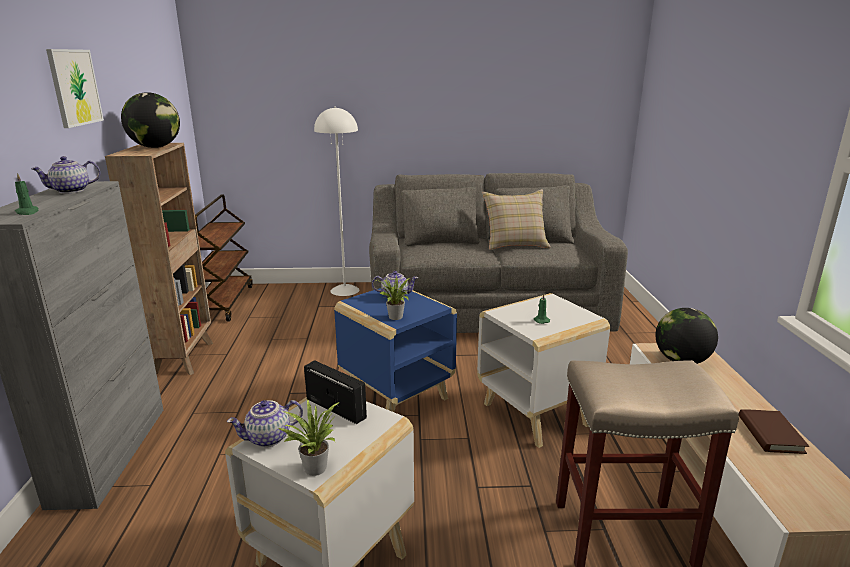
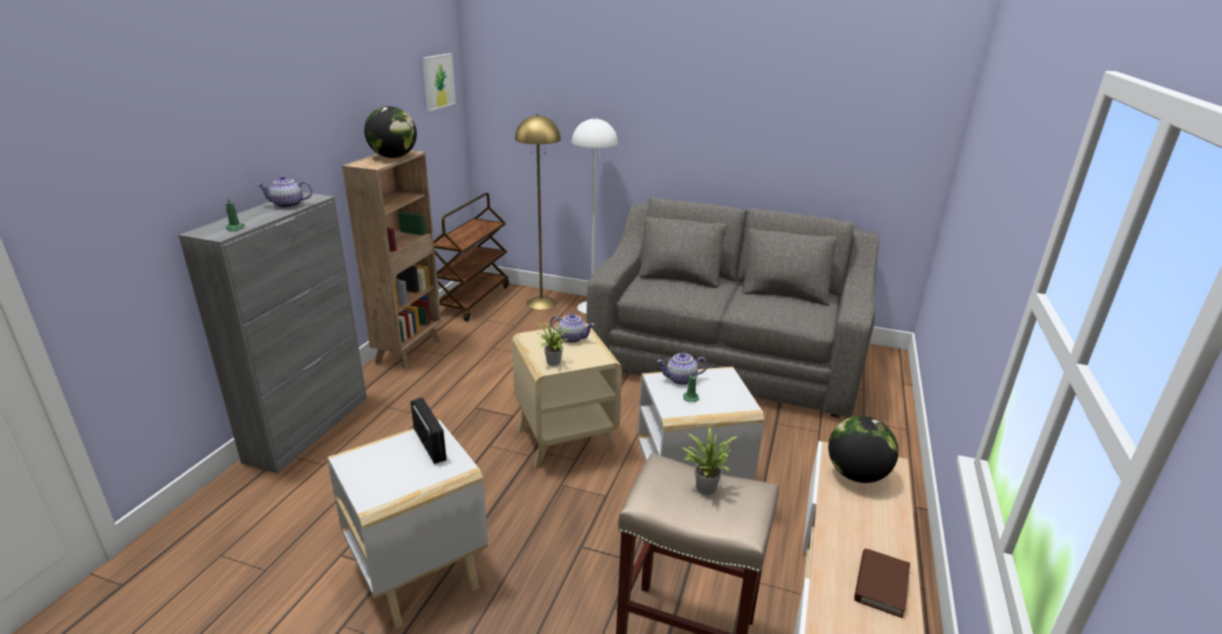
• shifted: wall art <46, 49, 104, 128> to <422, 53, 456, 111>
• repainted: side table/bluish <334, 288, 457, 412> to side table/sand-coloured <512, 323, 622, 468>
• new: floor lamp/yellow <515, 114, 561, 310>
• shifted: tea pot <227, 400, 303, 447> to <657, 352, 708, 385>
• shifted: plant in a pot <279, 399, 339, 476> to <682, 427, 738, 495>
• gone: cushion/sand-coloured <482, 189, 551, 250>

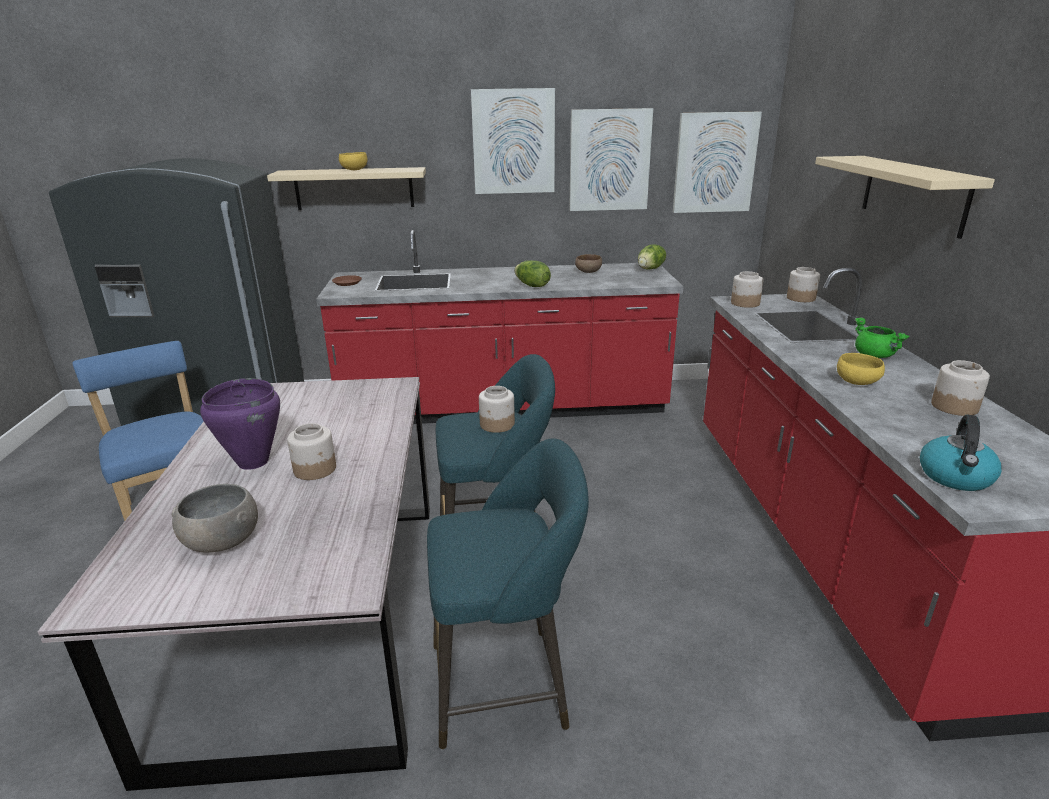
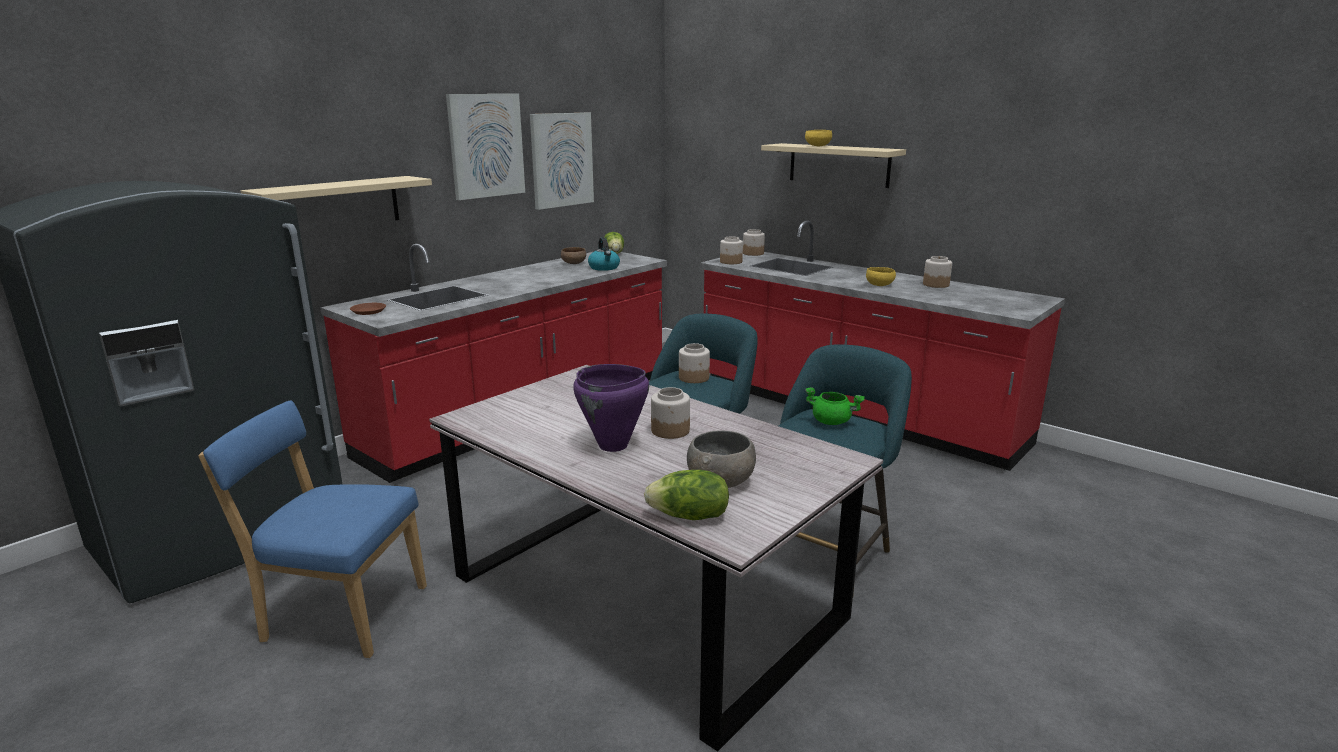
• shifted: tea kettle <920, 415, 1001, 491> to <588, 237, 620, 271>
• shifted: lettuce <514, 260, 551, 287> to <644, 470, 729, 520>
• shifted: bowl/yellow <339, 152, 368, 170> to <805, 130, 832, 146>
• shifted: saucepot/green-coloured <855, 317, 909, 358> to <805, 387, 865, 425>
• gone: wall art <673, 112, 762, 213>

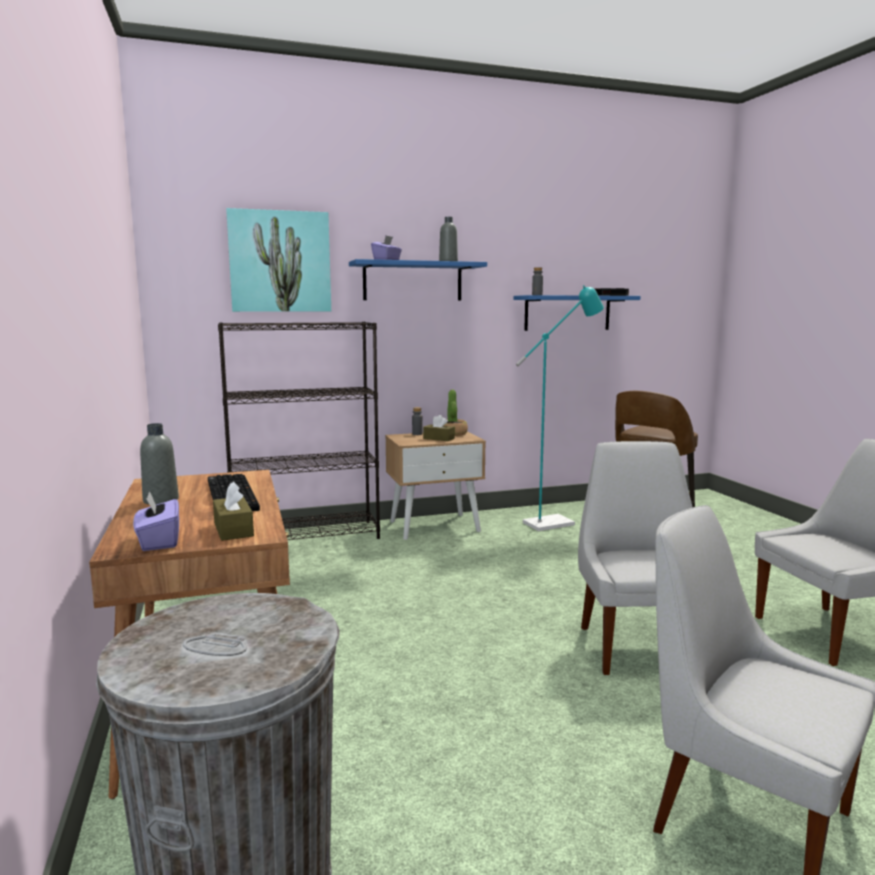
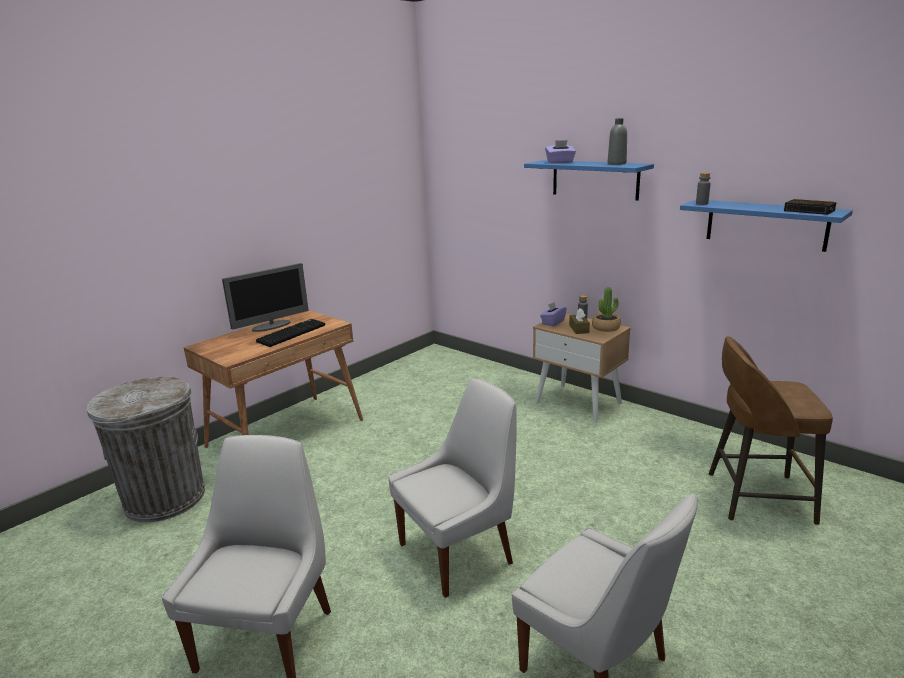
• swapped: beverage bottle/gray <140, 423, 179, 505> to monitor <222, 263, 309, 332>
• shifted: tissue holder/purple-coloured <133, 491, 179, 551> to <540, 302, 567, 326>
• gone: tissue holder/brown <213, 482, 254, 541>
• gone: bookcase/black <218, 322, 380, 540>
• gone: wall art <226, 208, 331, 312>
• gone: floor lamp/turquoise <516, 285, 604, 531>

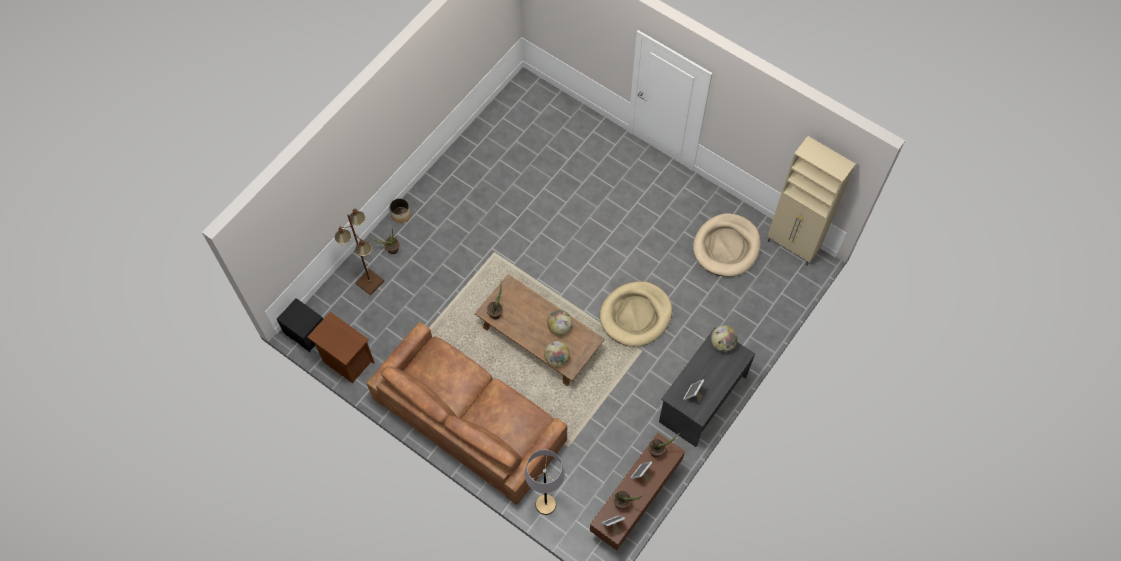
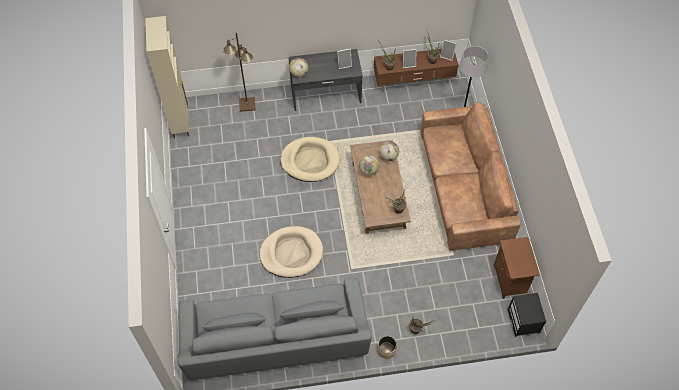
• new: sofa/gray <177, 278, 372, 380>
• shifted: floor lamp/brown <335, 209, 384, 295> to <223, 32, 256, 112>
• shifted: dog cushion/sand-coloured <693, 213, 761, 277> to <259, 226, 323, 278>

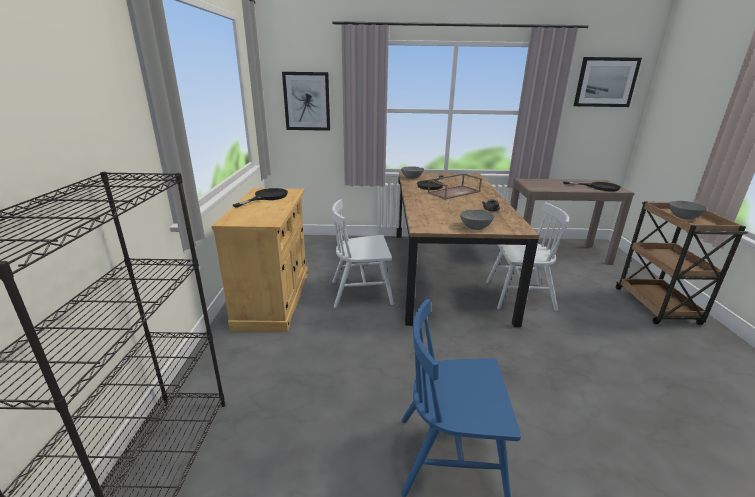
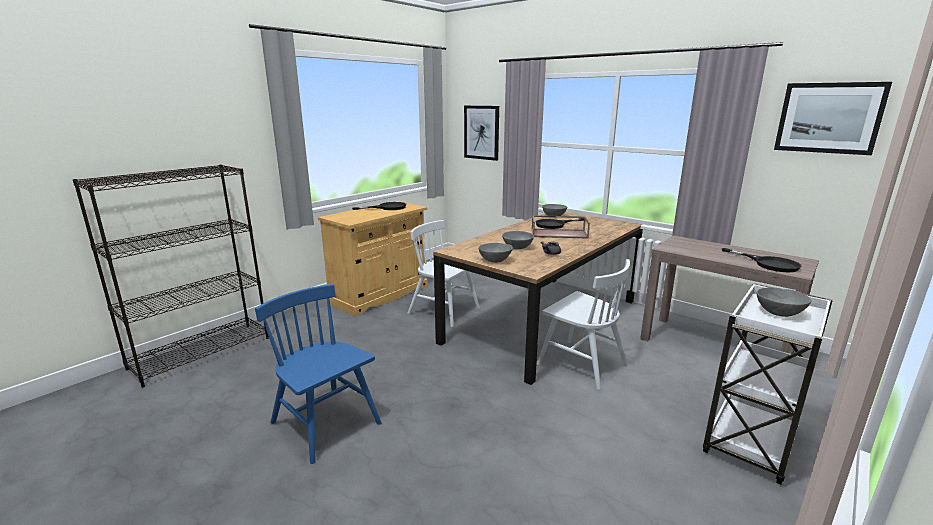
• new: bowl/gray <502, 231, 534, 249>
• repainted: wheeled cart/brown <616, 201, 748, 325> to wheeled cart/whitish <703, 283, 833, 485>

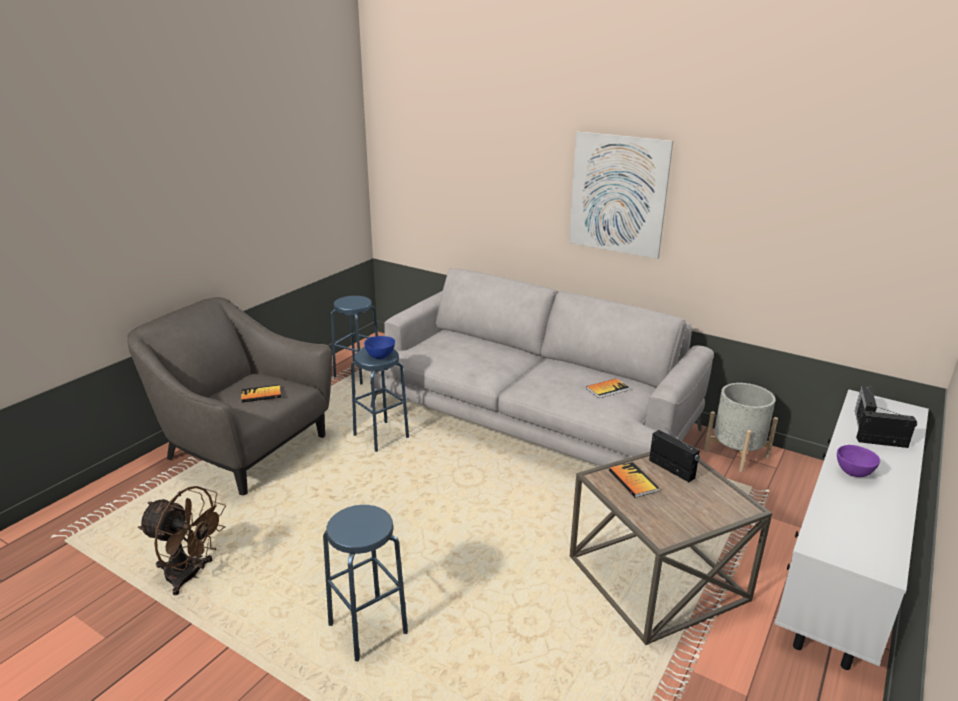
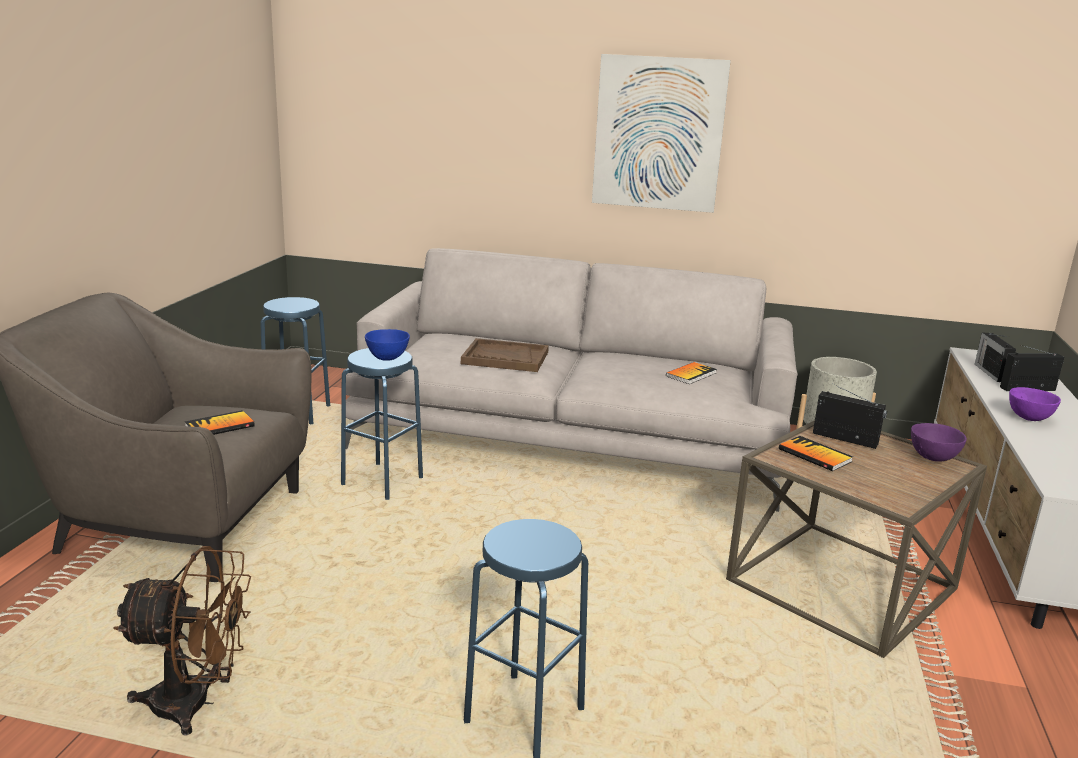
• new: tray/brown <461, 338, 549, 372>
• new: bowl/purple-coloured <911, 423, 967, 462>

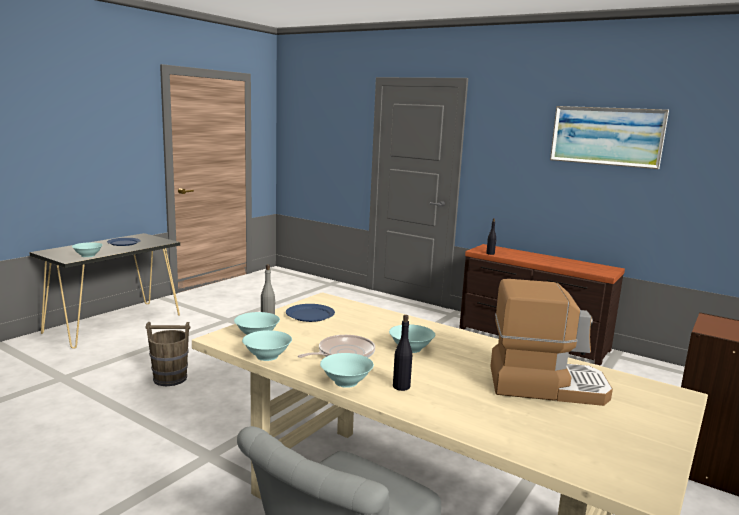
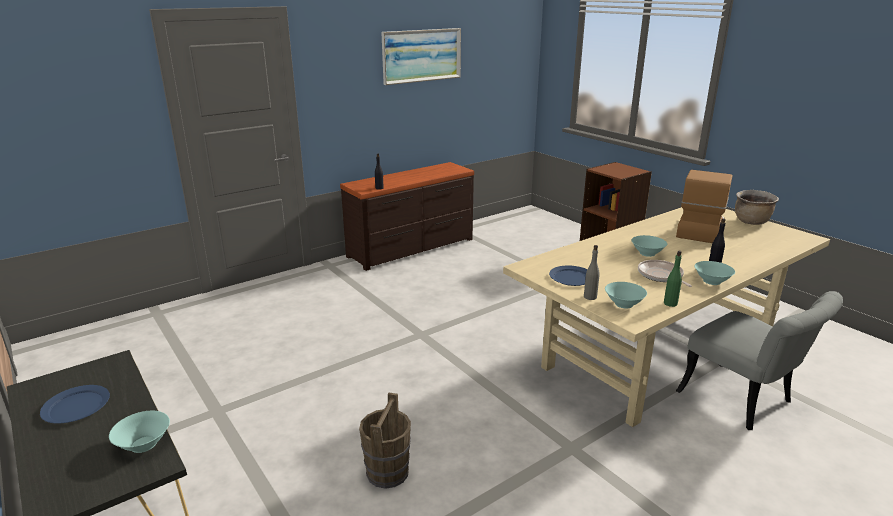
• swapped: bowl/turquoise <242, 330, 292, 361> to beverage bottle/green-coloured <664, 251, 682, 307>
• new: saucepot/brown <735, 190, 779, 225>

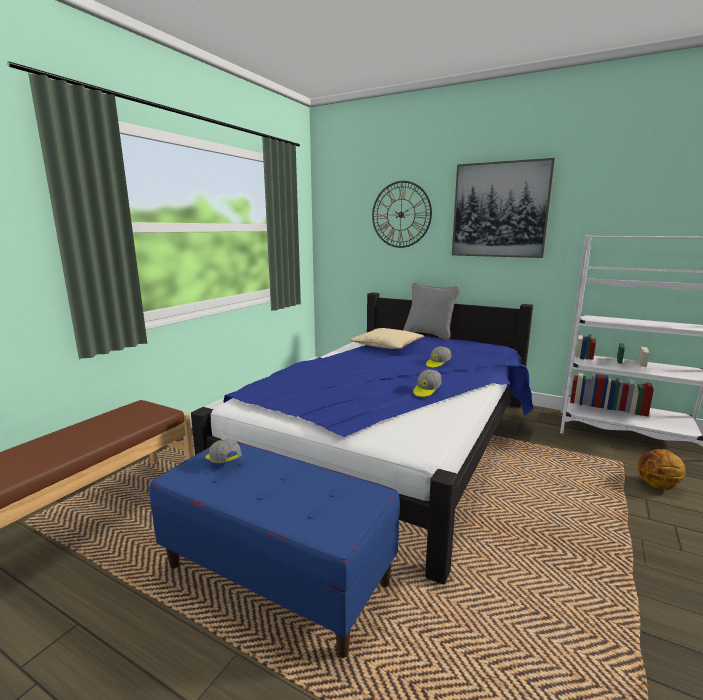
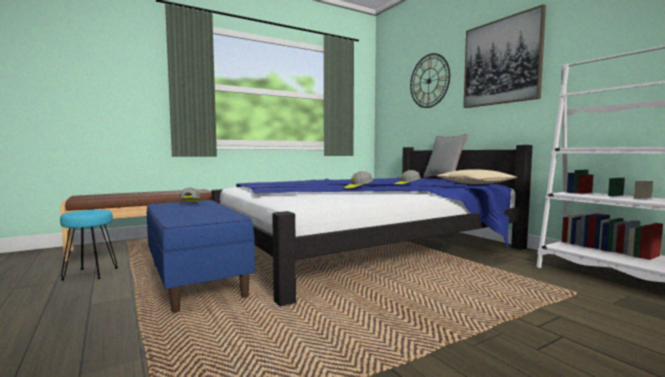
• new: sitting stool/turquoise <60, 210, 118, 281>
• shifted: cushion/sand-coloured <350, 328, 424, 349> to <437, 169, 517, 184>
• gone: basketball <638, 449, 686, 490>

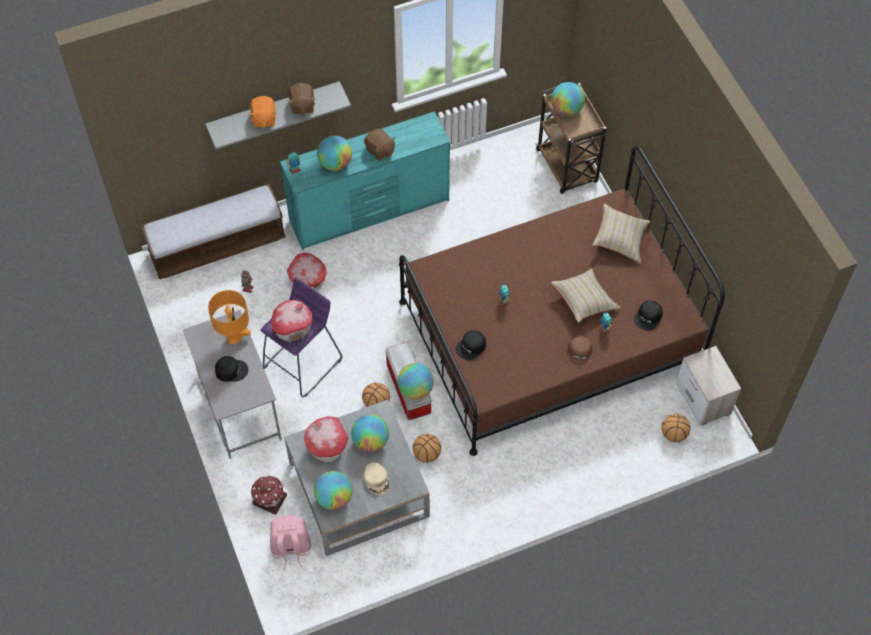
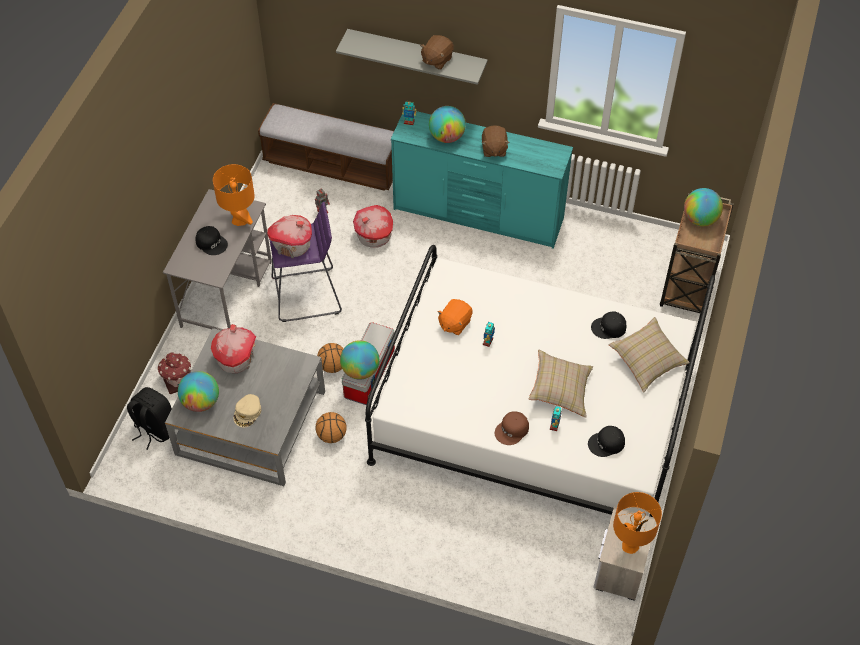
• repainted: knapsack/pinkish <270, 516, 311, 570> to knapsack/black <127, 387, 172, 450>
• repainted: bed/brown <399, 146, 725, 456> to bed/whitish <365, 245, 715, 517>
• shifted: cuddly toy/orange <249, 96, 276, 128> to <437, 299, 473, 335>
• shifted: baseball cap/black <456, 330, 486, 360> to <591, 311, 626, 339>
• new: table lamp/orange <613, 492, 662, 554>
• gone: world globe <351, 414, 389, 452>
• gone: basketball <661, 414, 690, 442>

